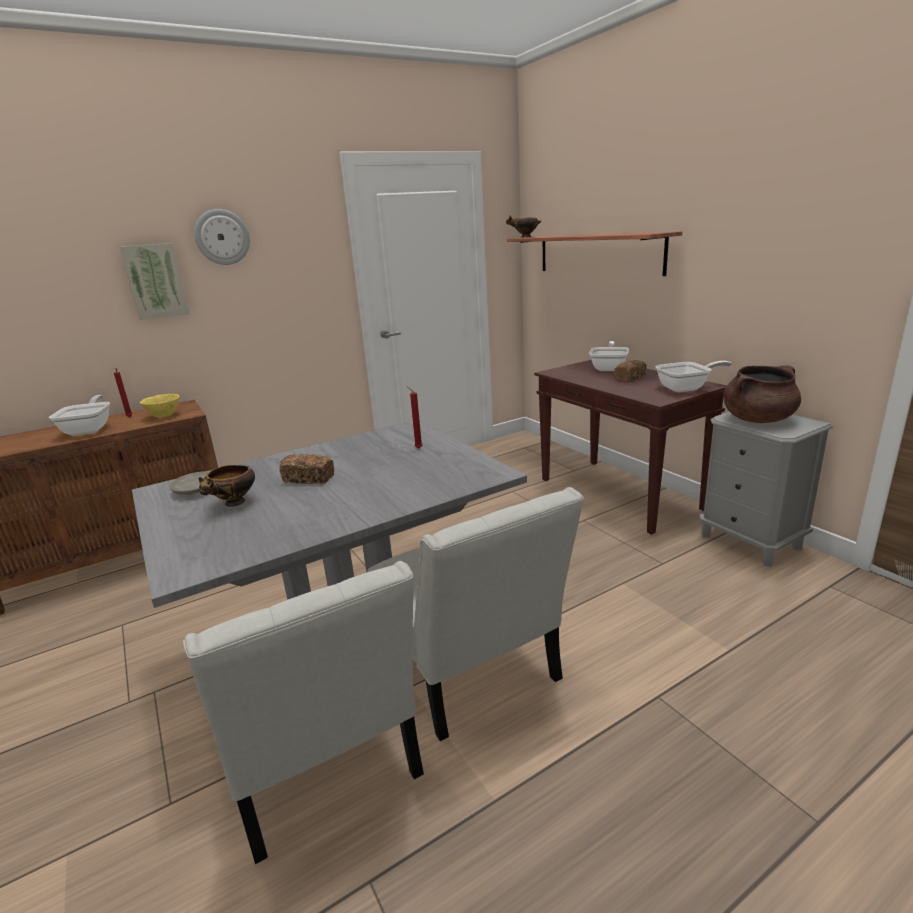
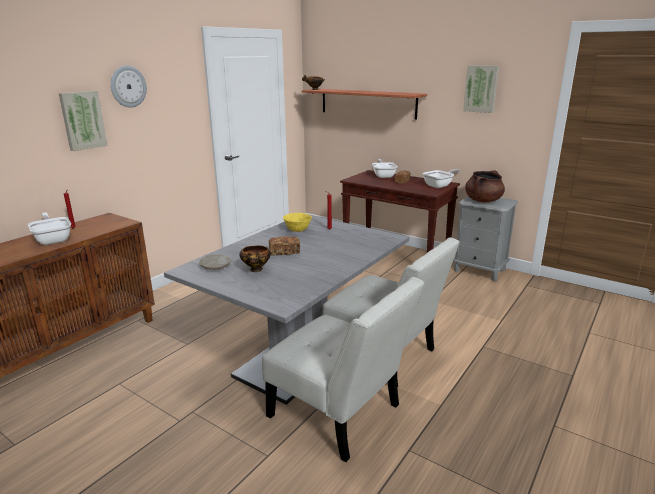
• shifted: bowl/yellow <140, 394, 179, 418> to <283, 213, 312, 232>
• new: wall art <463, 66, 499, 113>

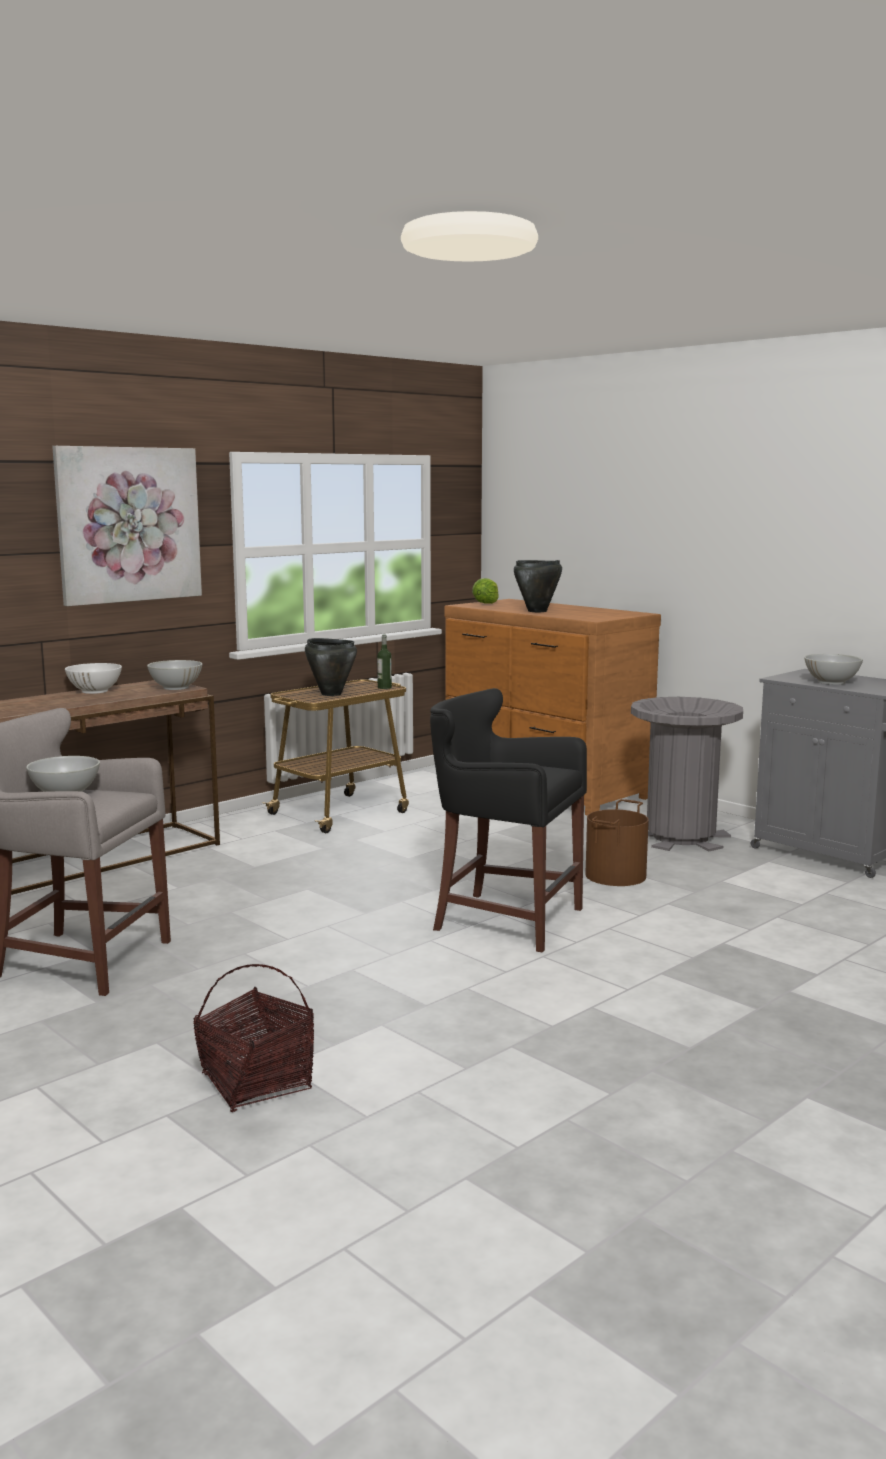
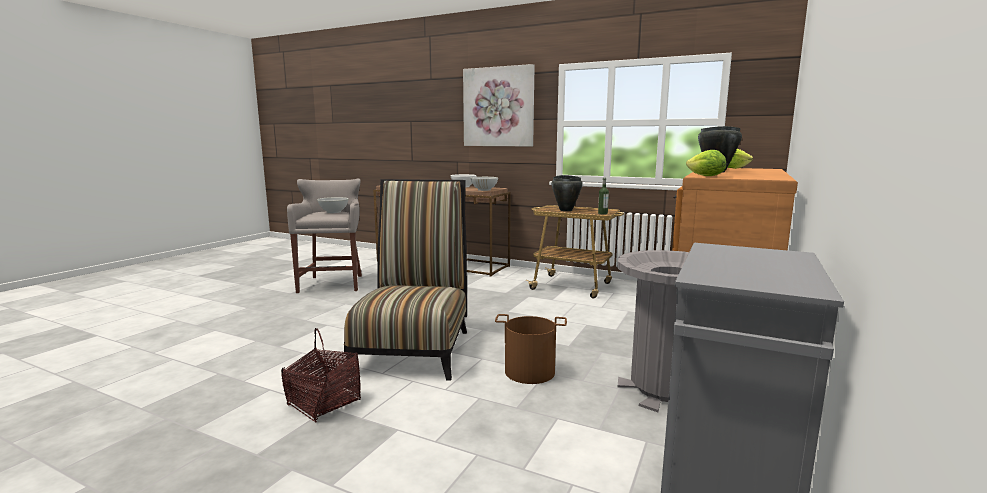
• shifted: basket <194, 964, 314, 1112> to <281, 328, 361, 422>
• swapped: sitting stool/black <430, 688, 587, 952> to plain chair <344, 179, 467, 381>
• new: lettuce <686, 150, 726, 176>
• gone: bowl/whitish <804, 654, 863, 685>

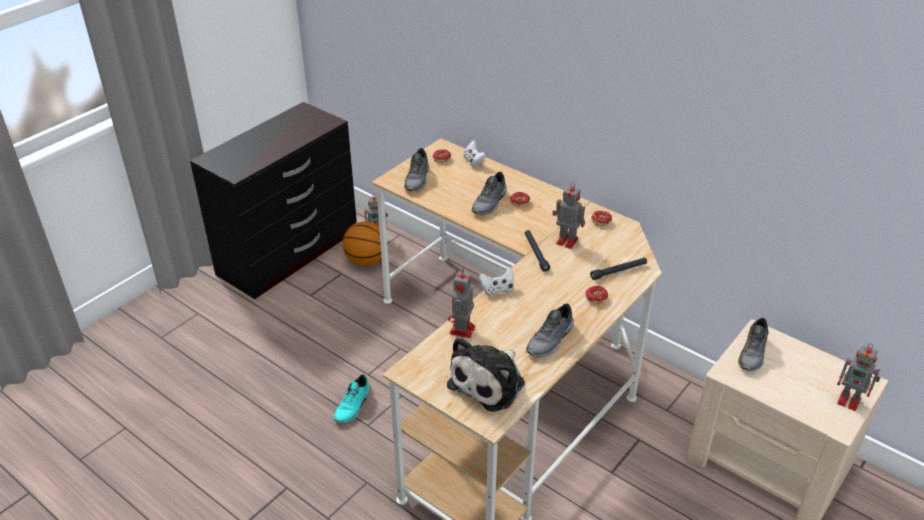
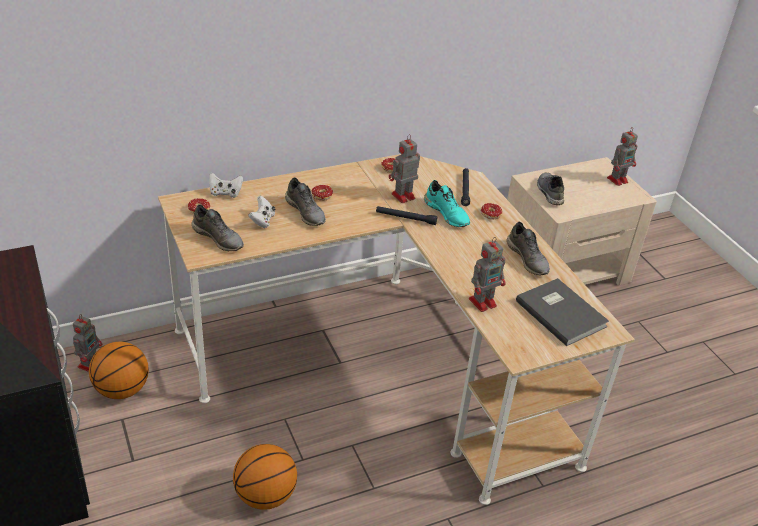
• new: basketball <233, 444, 297, 510>
• shifted: joypad/whitish <479, 268, 514, 296> to <248, 196, 275, 228>
• shifted: shoe/turquoise <334, 374, 371, 423> to <424, 180, 470, 227>
• rotated: robot figure <448, 268, 475, 338> = <469, 237, 506, 312> 75 degrees counterclockwise
• swapped: cuddly toy <447, 337, 525, 412> to book/gray <516, 278, 609, 346>
• rotated: shoe/gray <738, 318, 768, 371> = <537, 173, 564, 205> 150 degrees counterclockwise

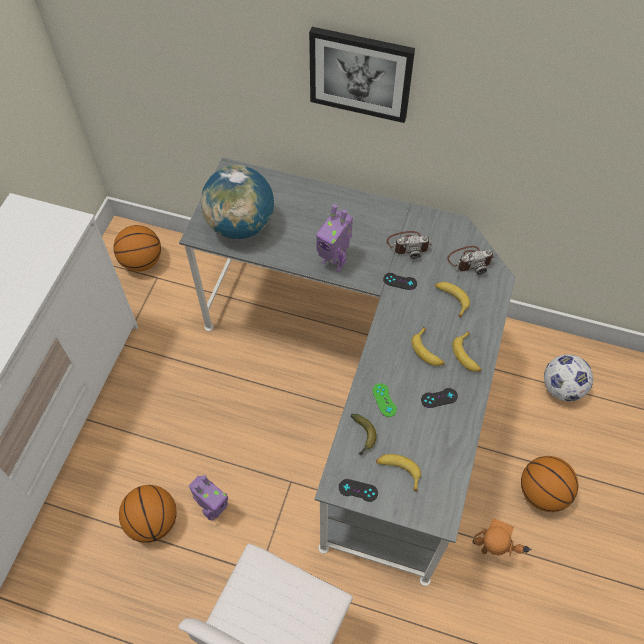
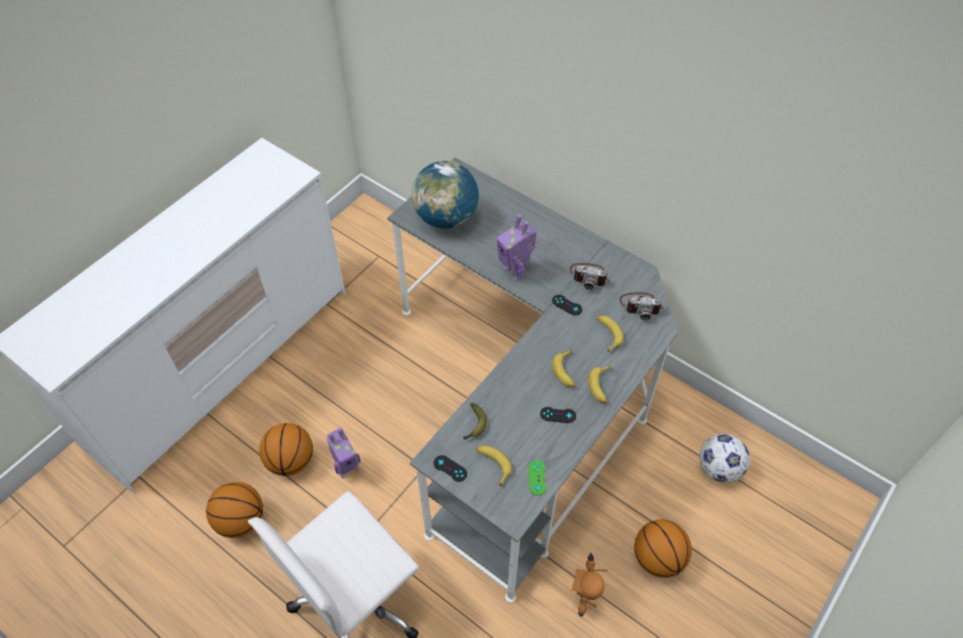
• shifted: basketball <113, 225, 161, 272> to <206, 482, 263, 538>
• shifted: joypad/green-coloured <372, 383, 397, 417> to <529, 460, 546, 495>
• rotated: robot figure <472, 518, 532, 556> = <572, 552, 608, 617> 120 degrees counterclockwise
• gone: wall art <309, 27, 415, 123>

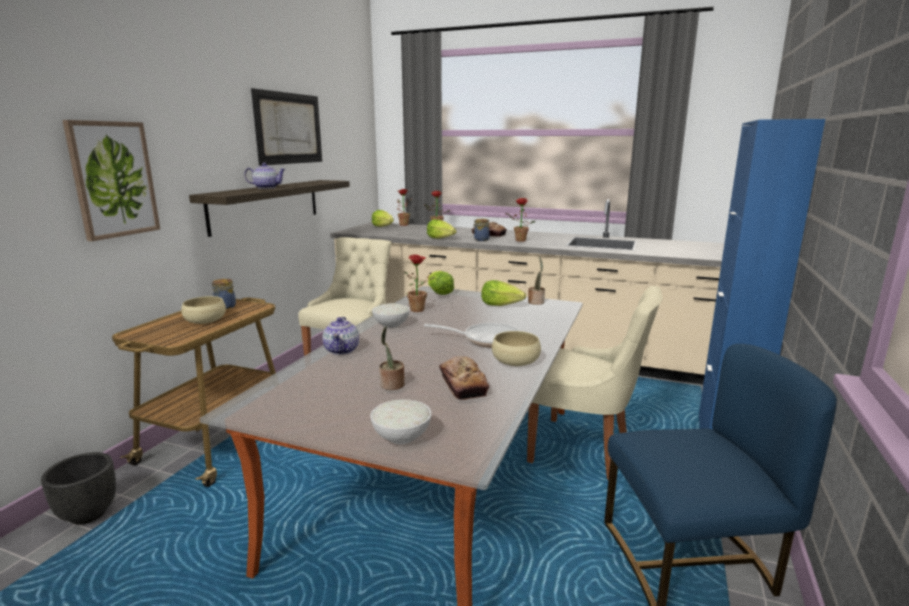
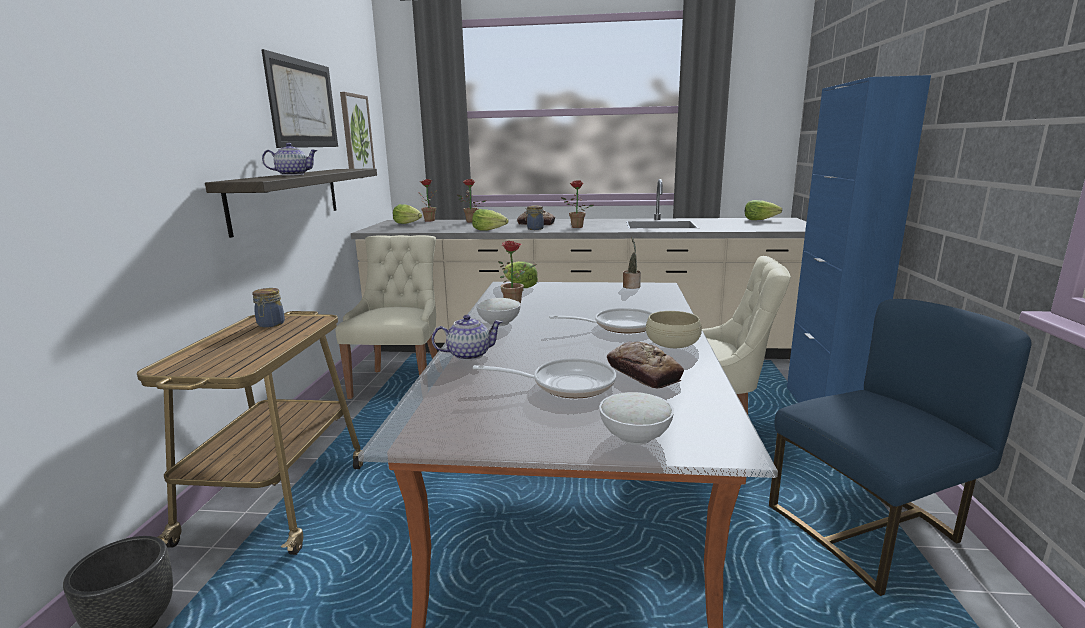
• shifted: wall art <62, 120, 160, 241> to <340, 92, 375, 169>
• rotated: tea pot <323, 317, 359, 355> = <431, 315, 503, 360> 90 degrees counterclockwise
• swapped: plant in a pot <379, 326, 404, 390> to pan <473, 358, 616, 398>
• shifted: lettuce <481, 280, 526, 306> to <745, 200, 782, 220>
• gone: bowl/sand-coloured <181, 296, 226, 324>

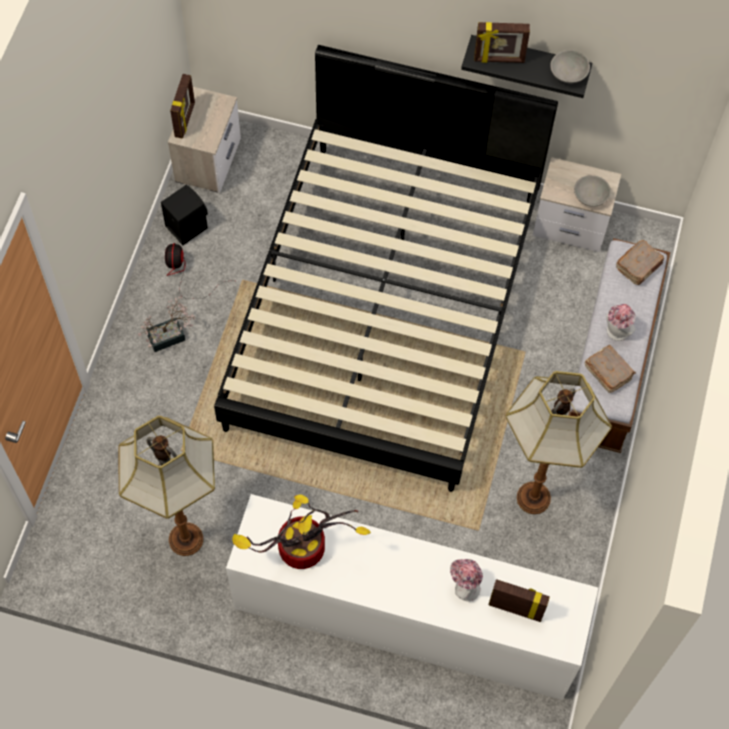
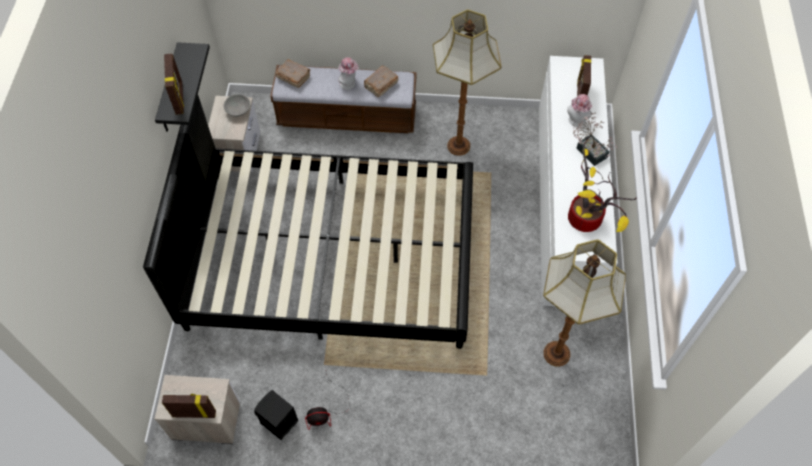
• shifted: plant in a pot <138, 296, 195, 352> to <573, 113, 618, 166>
• gone: bowl/gray <550, 50, 590, 83>

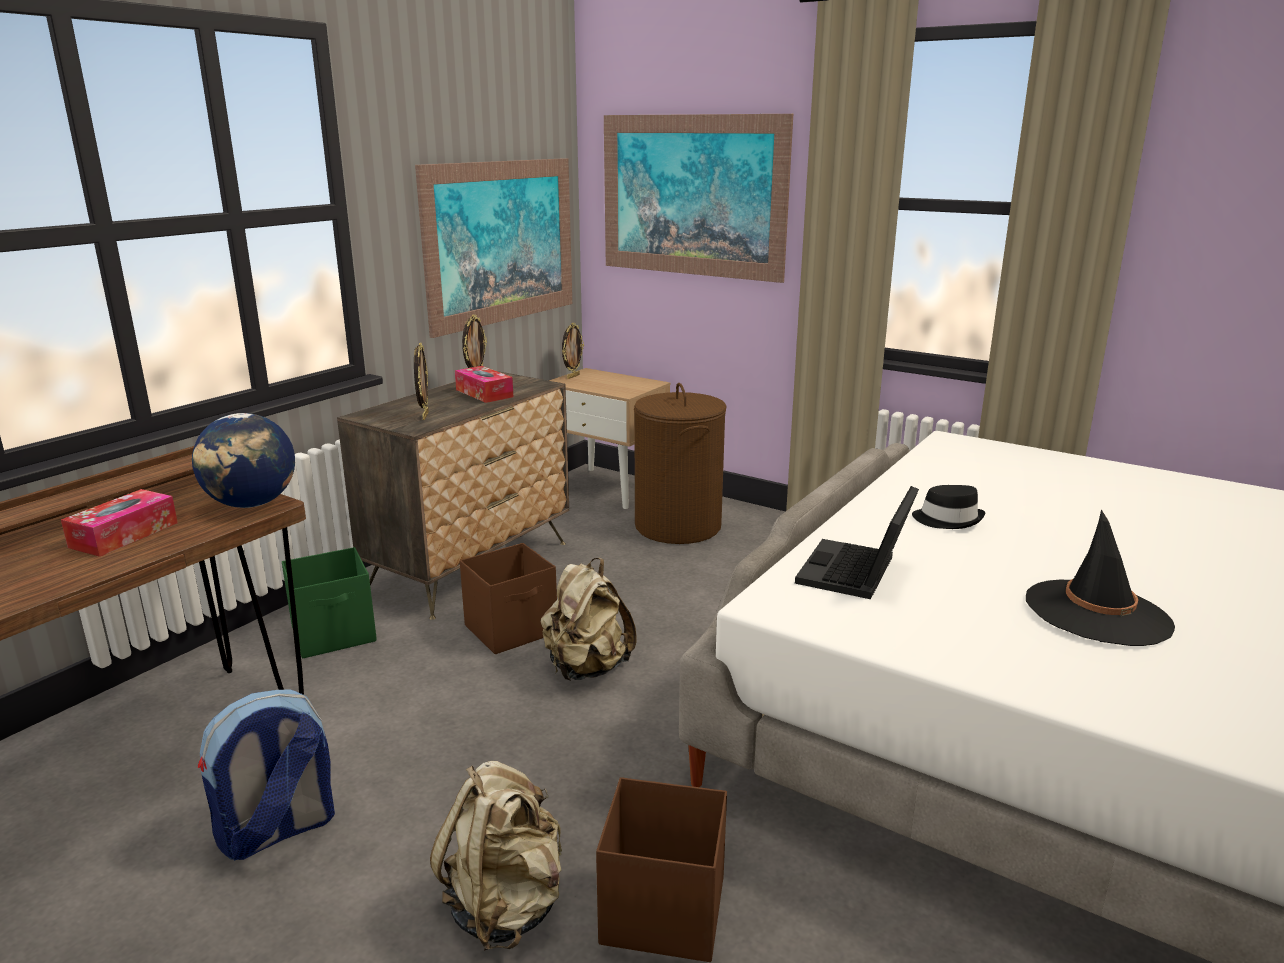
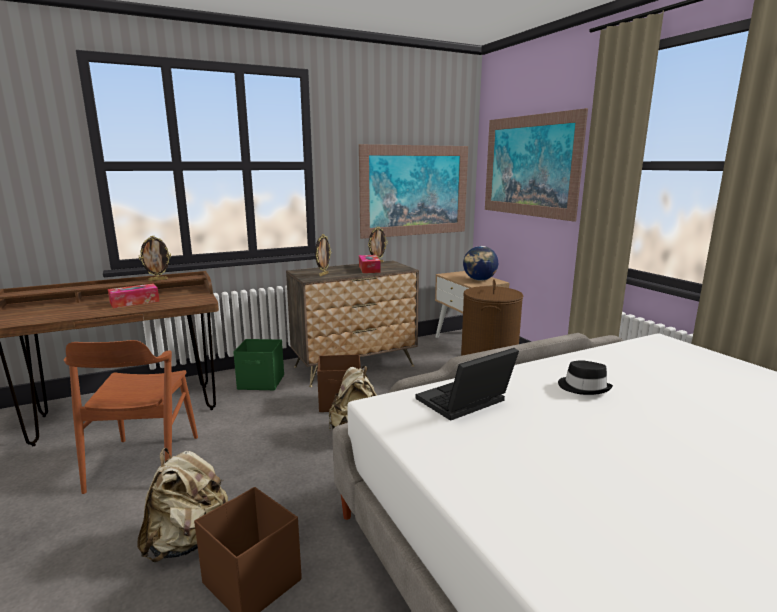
• swapped: knapsack <198, 689, 335, 861> to plain chair/brown <64, 340, 198, 494>
• shifted: standing frame <562, 323, 584, 379> to <139, 236, 171, 281>
• shifted: world globe <192, 413, 295, 508> to <463, 246, 498, 281>
• gone: clothing hat/black <1026, 510, 1175, 646>

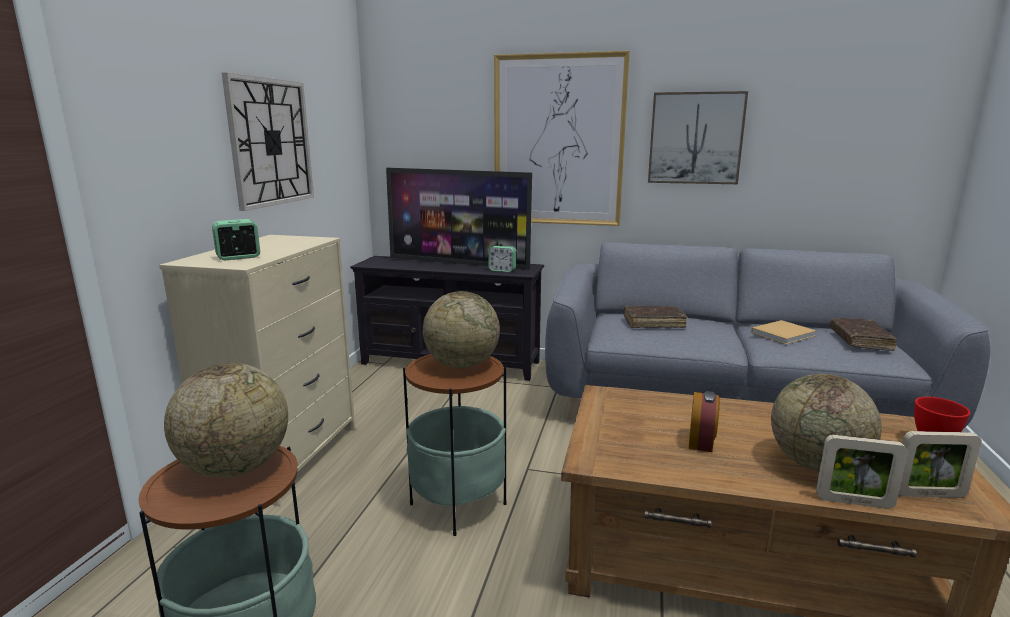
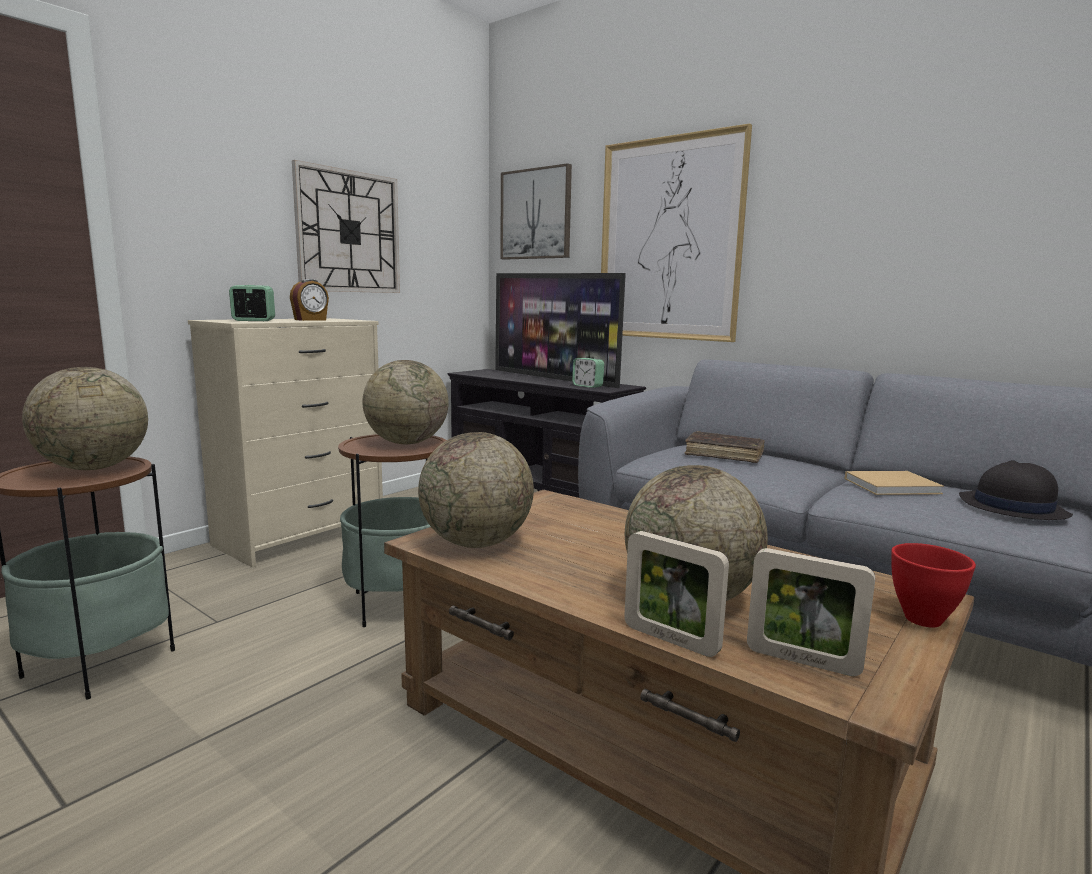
• shifted: alarm clock <689, 391, 720, 452> to <290, 279, 329, 321>
• new: world globe <418, 432, 534, 548>
• shifted: wall art <648, 91, 748, 184> to <500, 163, 572, 260>
• swapped: book/brown <830, 318, 897, 351> to clothing hat/black <959, 460, 1073, 520>

